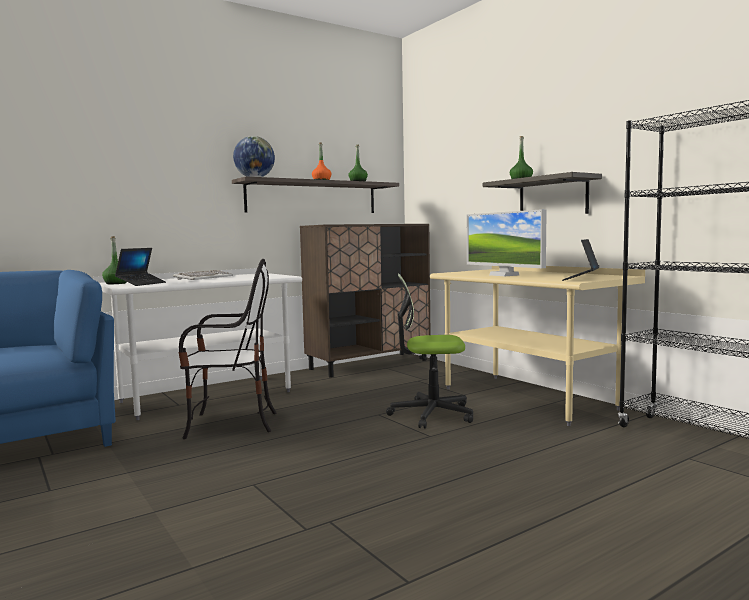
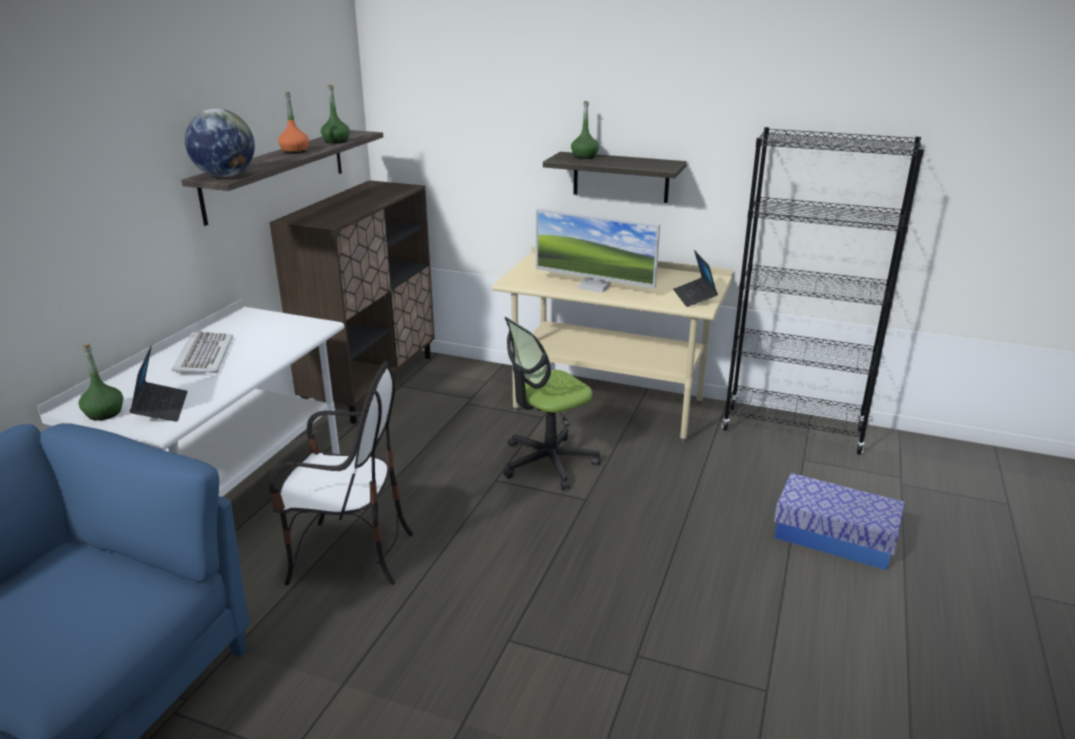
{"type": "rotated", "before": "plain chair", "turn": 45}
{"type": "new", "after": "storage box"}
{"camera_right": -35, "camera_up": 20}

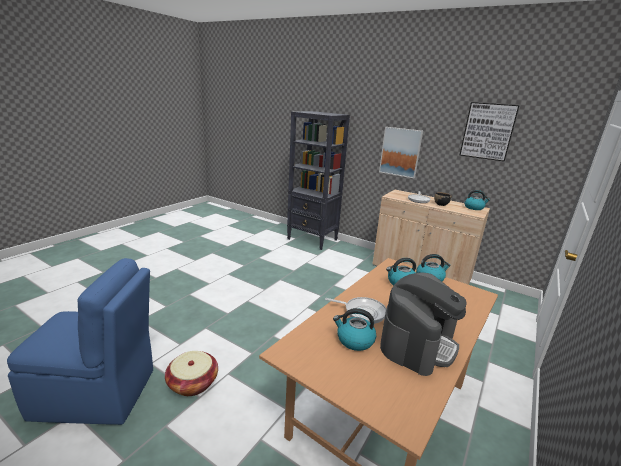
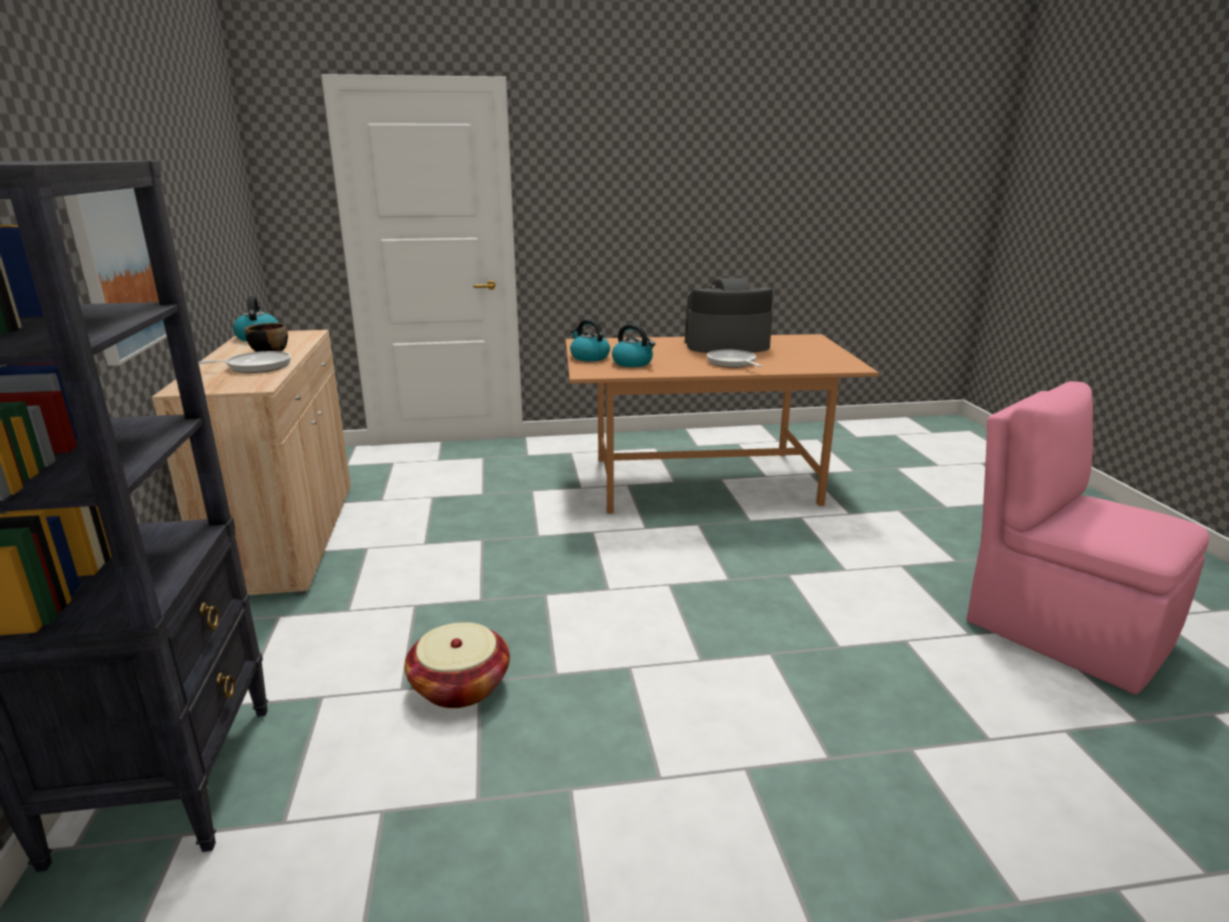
{"type": "shifted", "before": "household basket"}
{"type": "repainted", "before": "plain chair (blue-coloured)", "after": "plain chair (pink)"}
{"type": "gone", "before": "kettle (no. 1 from left)"}
{"type": "gone", "before": "picture (no. 2 from left)"}
{"camera_right": -130, "camera_up": 0}

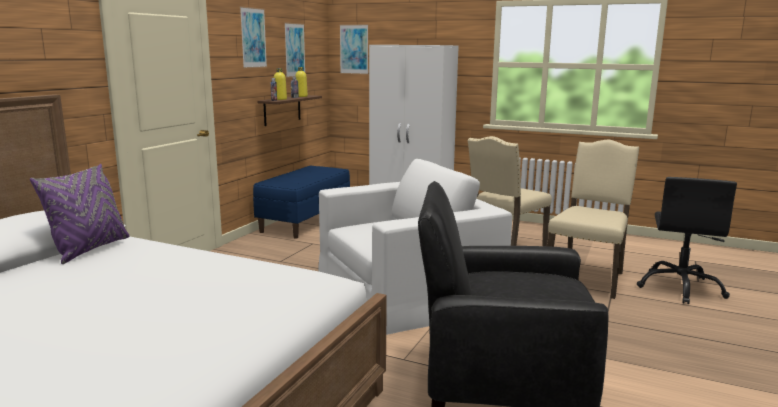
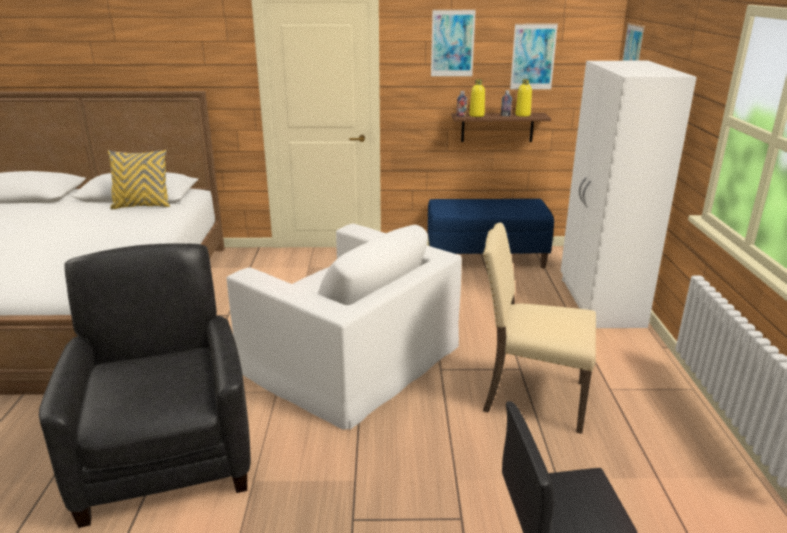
{"type": "repainted", "before": "throw pillow (purplish)", "after": "throw pillow (yellowish)"}
{"type": "gone", "before": "plain chair (beige-coloured) (no. 2 from left)"}
{"camera_right": 65, "camera_up": 10}

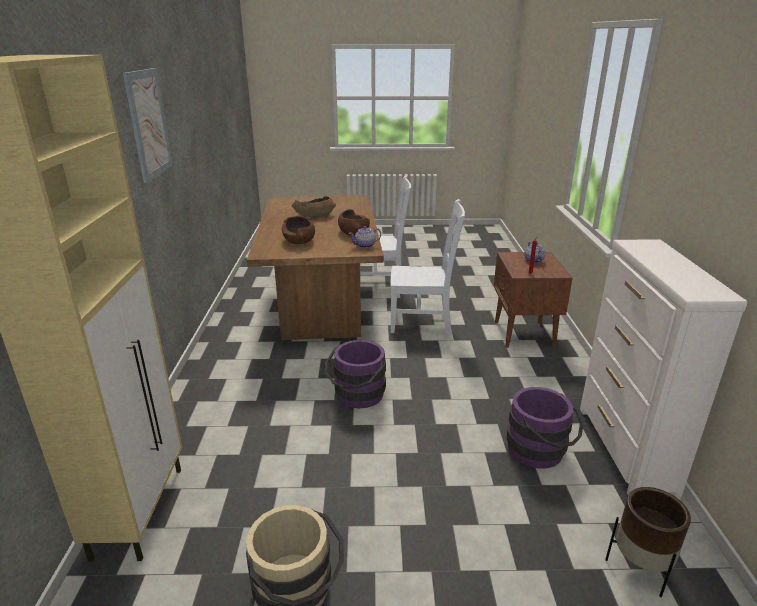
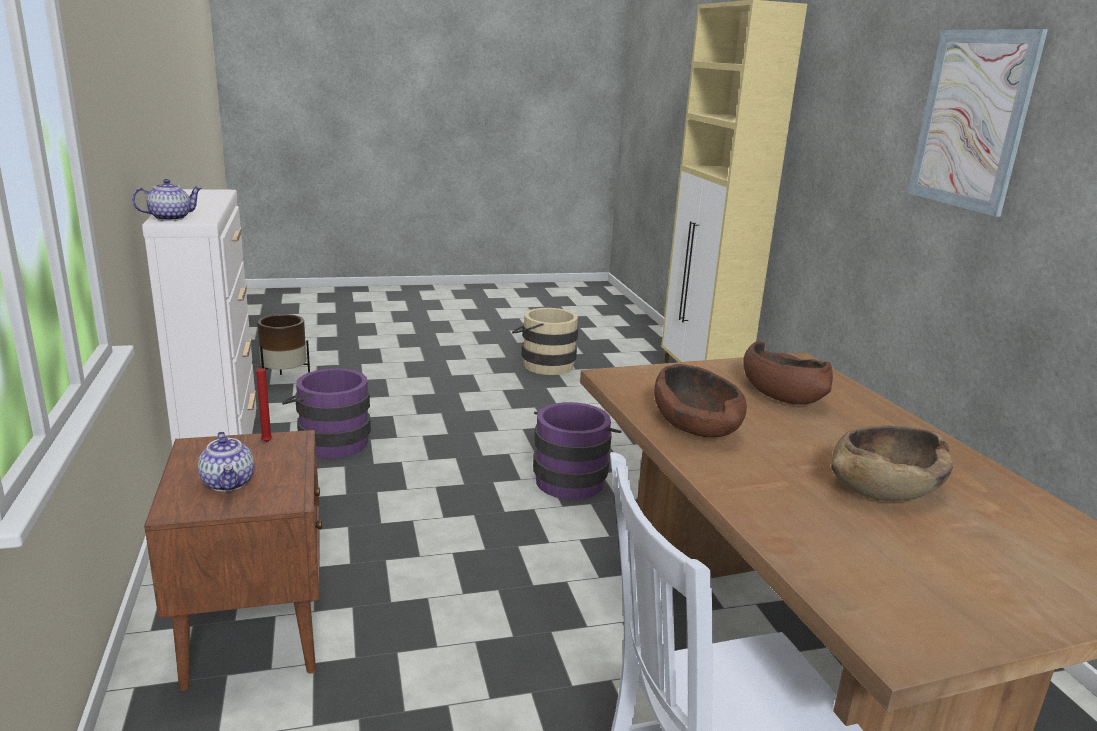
{"type": "shifted", "before": "pot for tea (no. 1 from left)"}
{"type": "gone", "before": "plain chair (white) (no. 2 from left)"}
{"camera_right": 165, "camera_up": -5}

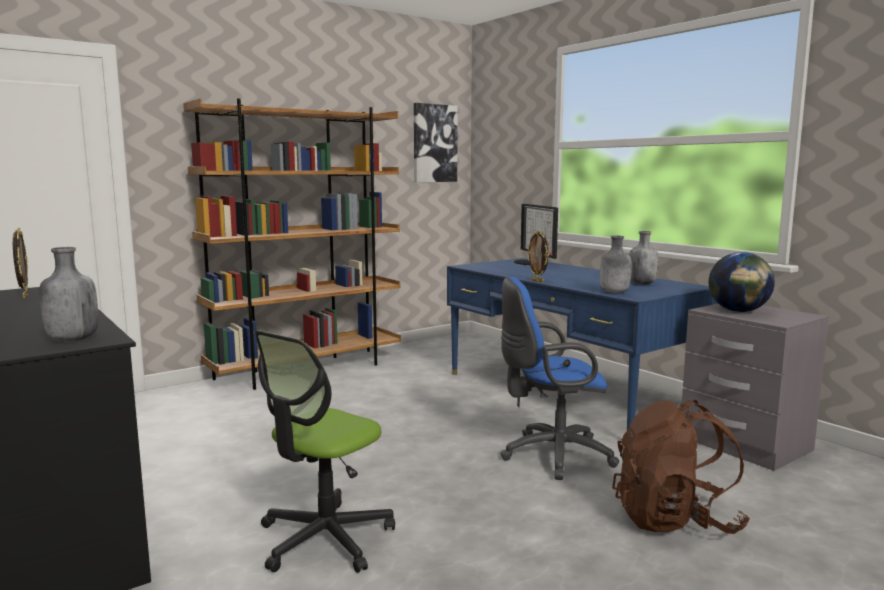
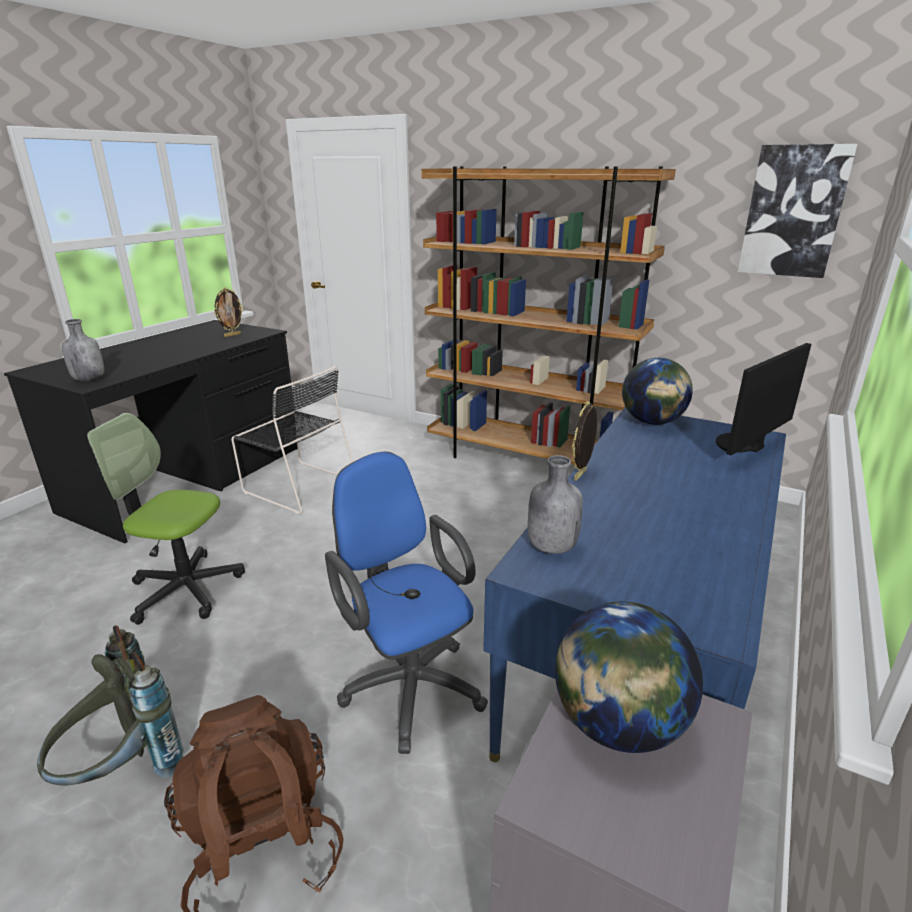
{"type": "new", "after": "rucksack (greyish)"}
{"type": "new", "after": "plain chair (black-coloured)"}
{"type": "new", "after": "world globe (no. 2 from left)"}
{"type": "gone", "before": "beverage bottle (greyish) (no. 3 from left)"}
{"camera_right": 65, "camera_up": 15}

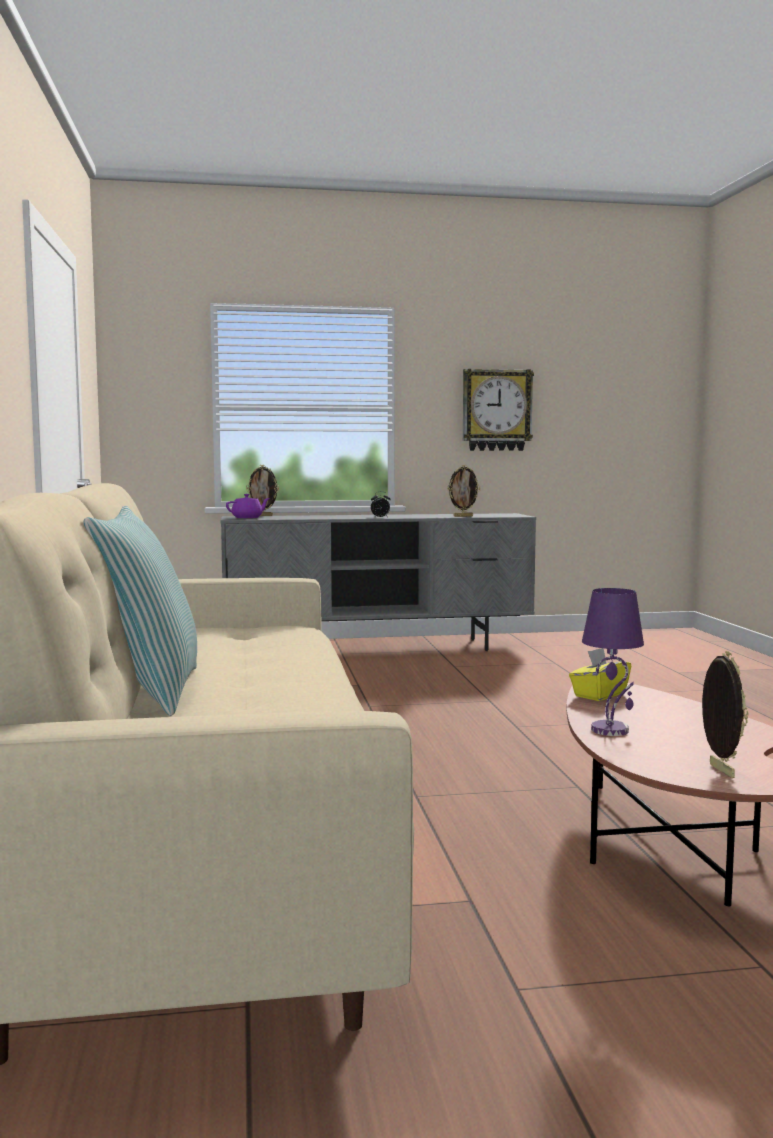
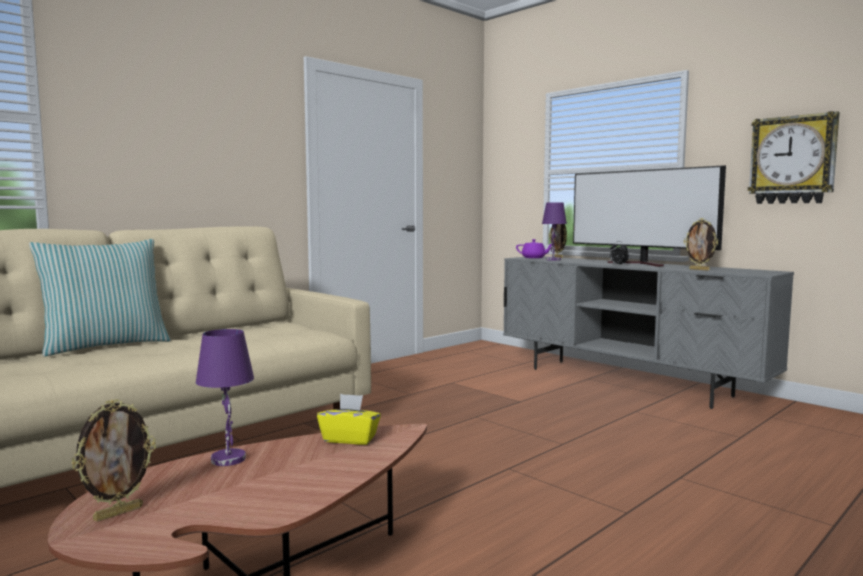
{"type": "new", "after": "table lamp (purplish) (no. 2 from left)"}
{"type": "new", "after": "TV set"}
{"camera_right": 55, "camera_up": 0}

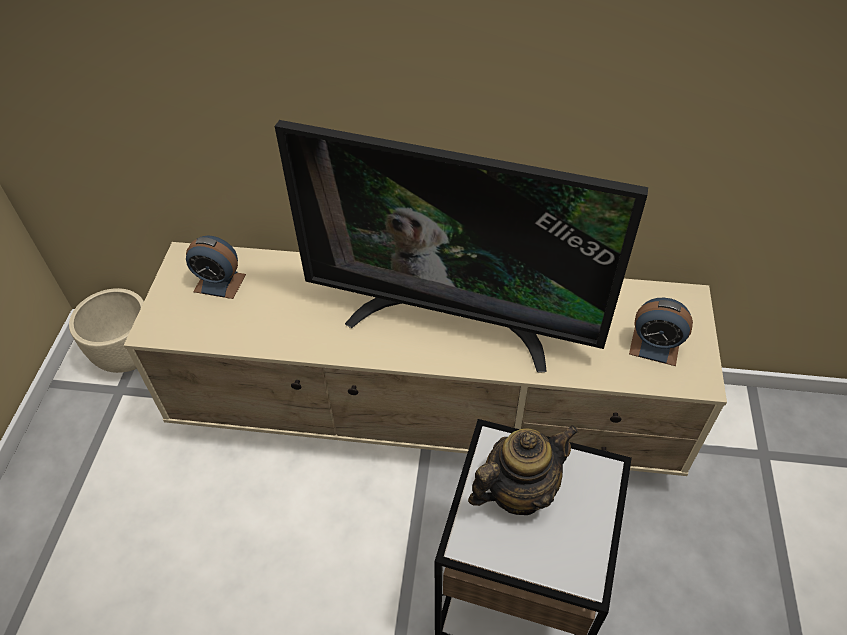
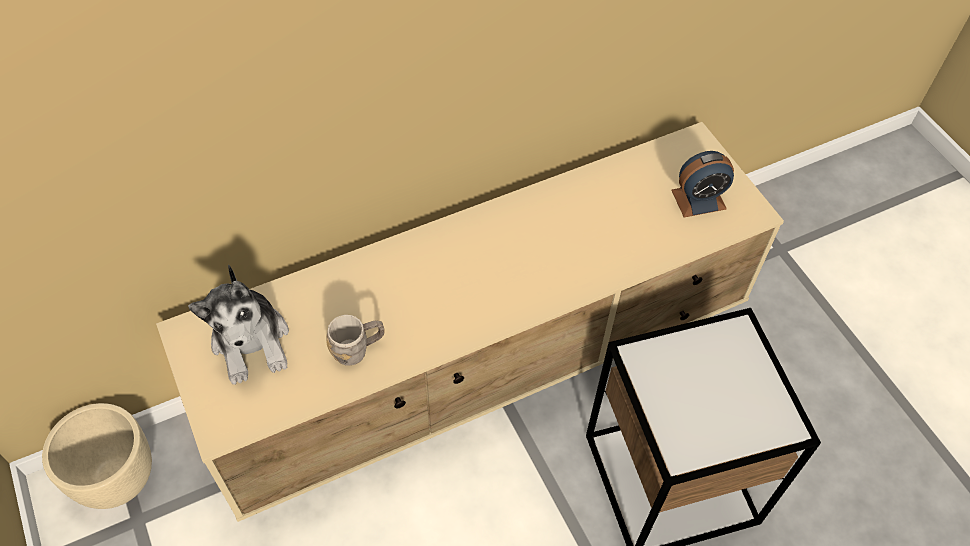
{"type": "swapped", "before": "bedside clock (no. 1 from left)", "after": "cuddly toy"}
{"type": "new", "after": "coffee mug (greyish)"}
{"type": "gone", "before": "TV set"}
{"type": "gone", "before": "pot for tea"}
{"camera_right": -35, "camera_up": 5}

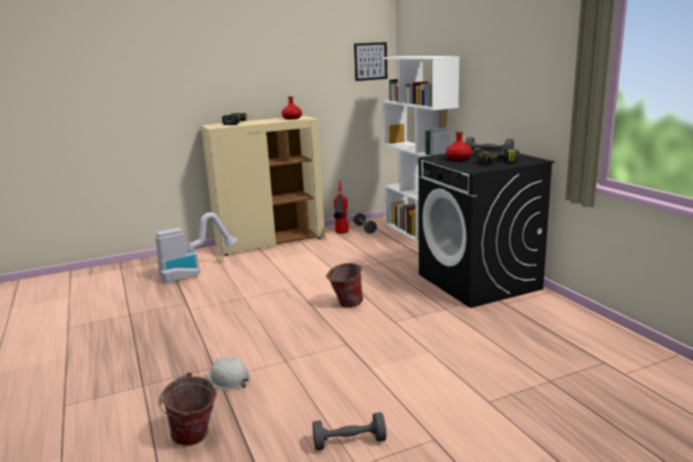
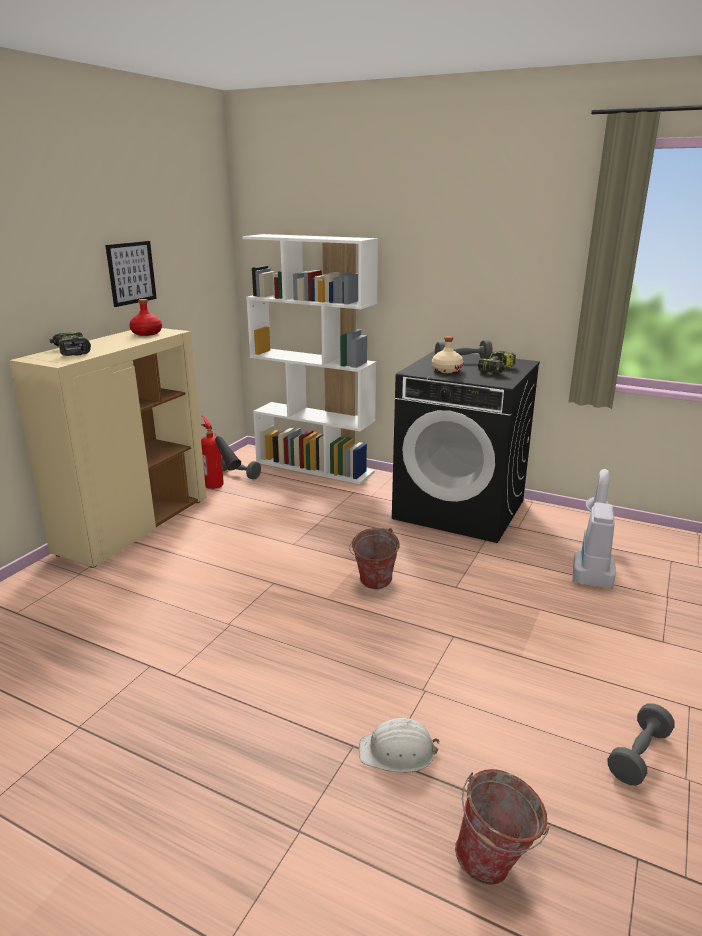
{"type": "shifted", "before": "picture"}
{"type": "repainted", "before": "beverage bottle (red-coloured) (no. 2 from left)", "after": "beverage bottle (beige-coloured)"}
{"type": "shifted", "before": "vacuum cleaner"}
{"camera_right": -40, "camera_up": 5}

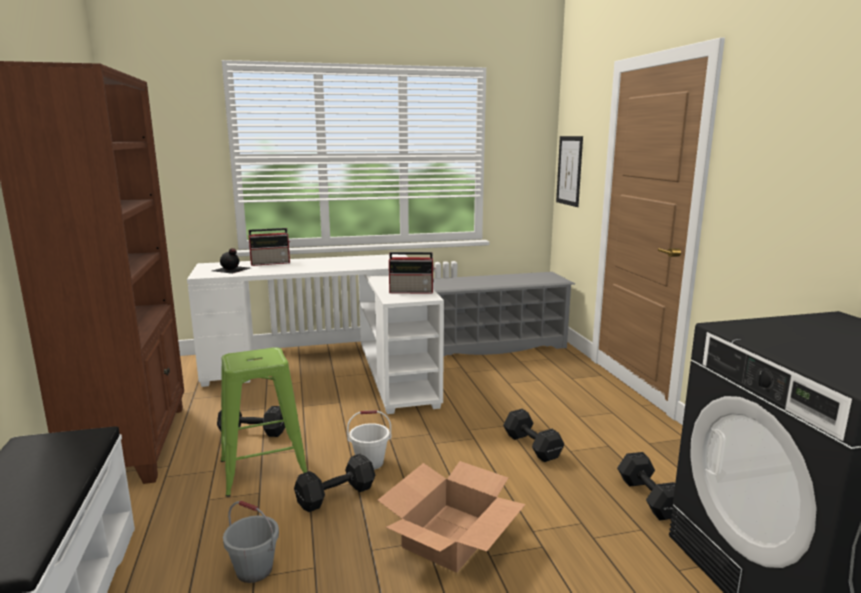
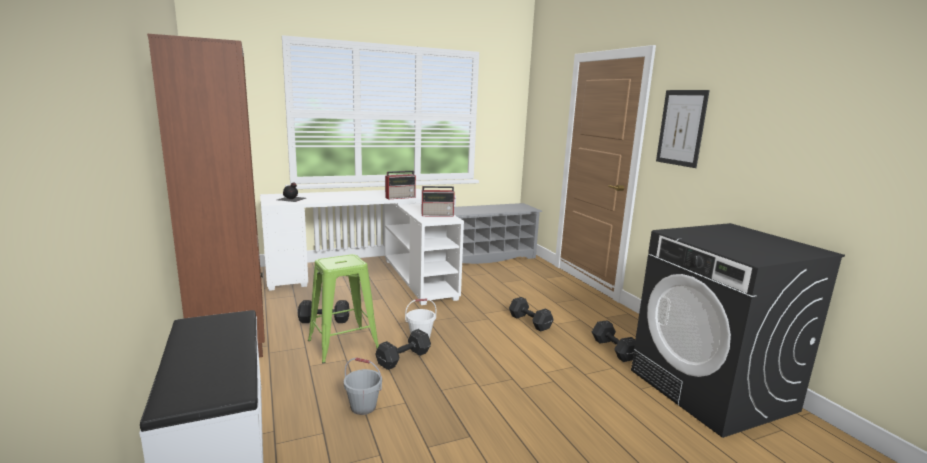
{"type": "shifted", "before": "radio receiver (no. 1 from left)"}
{"type": "shifted", "before": "picture"}
{"type": "gone", "before": "cardboard box"}
{"camera_right": -10, "camera_up": 0}

